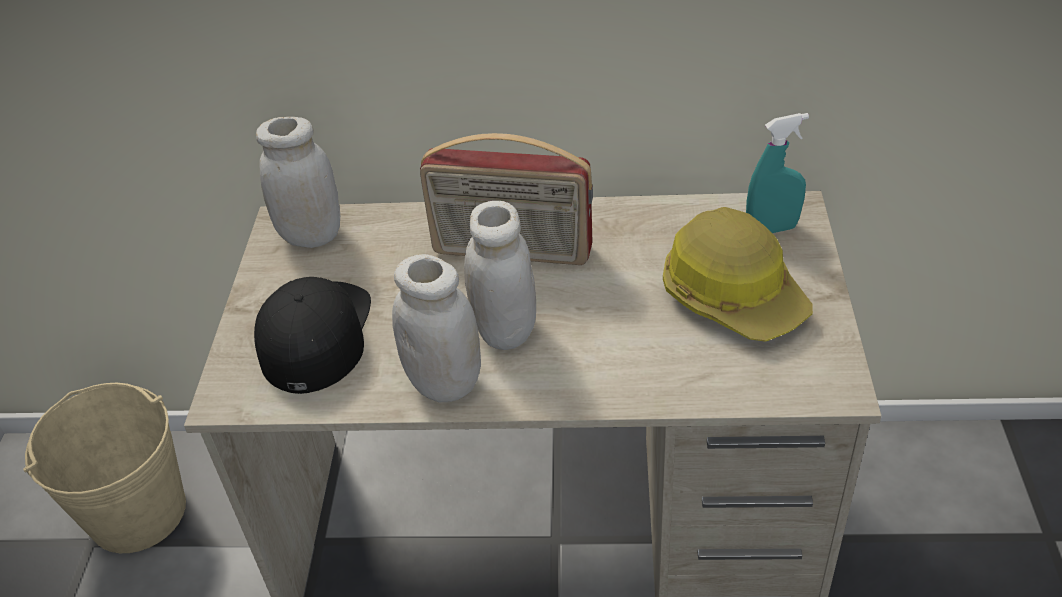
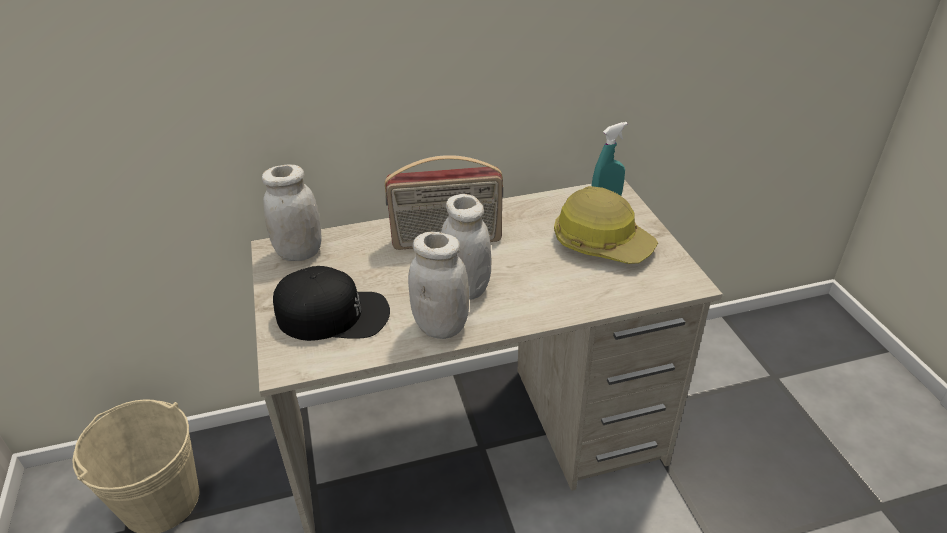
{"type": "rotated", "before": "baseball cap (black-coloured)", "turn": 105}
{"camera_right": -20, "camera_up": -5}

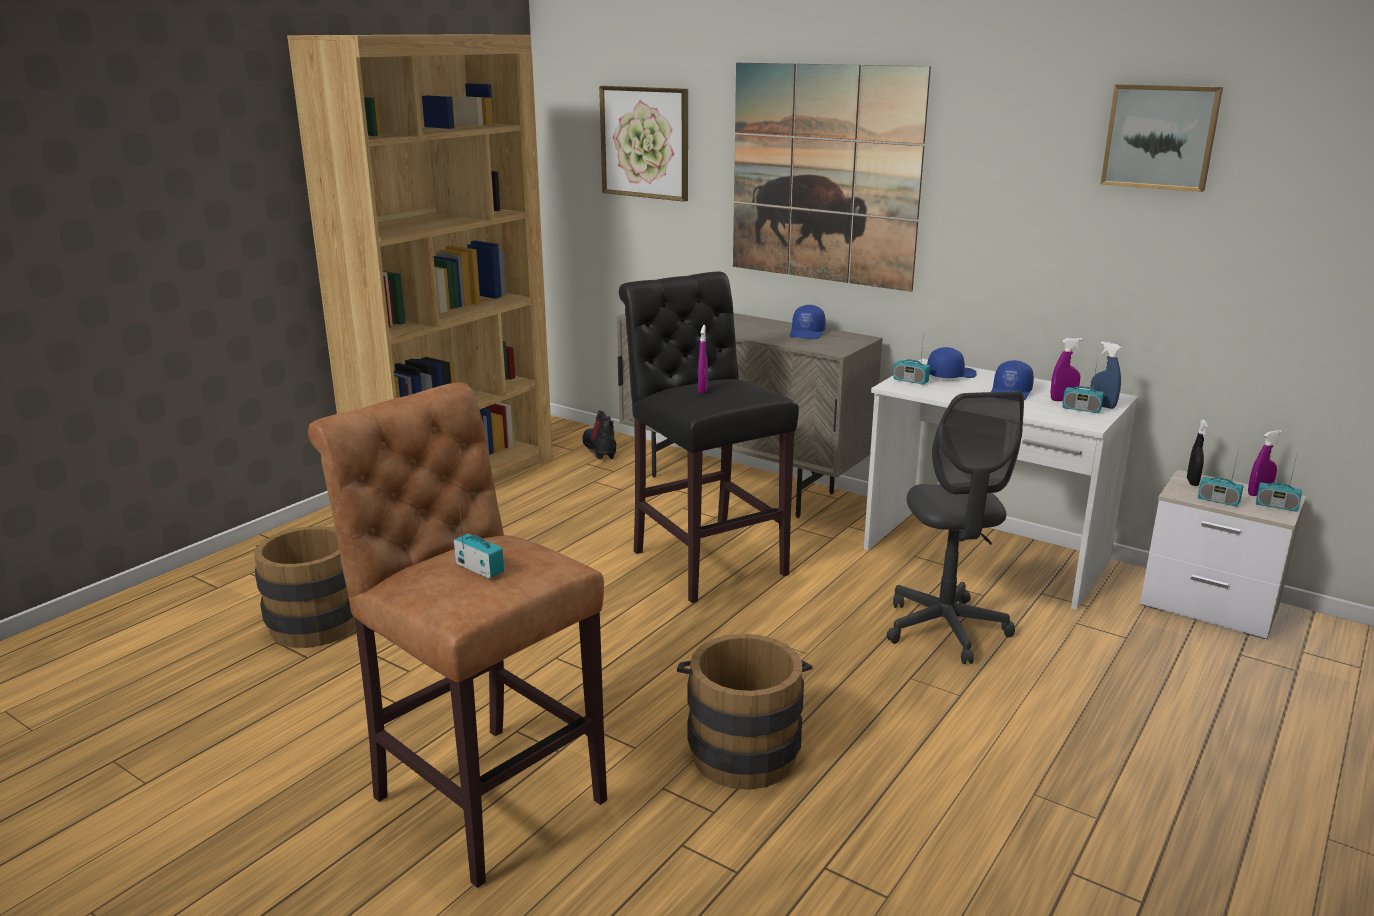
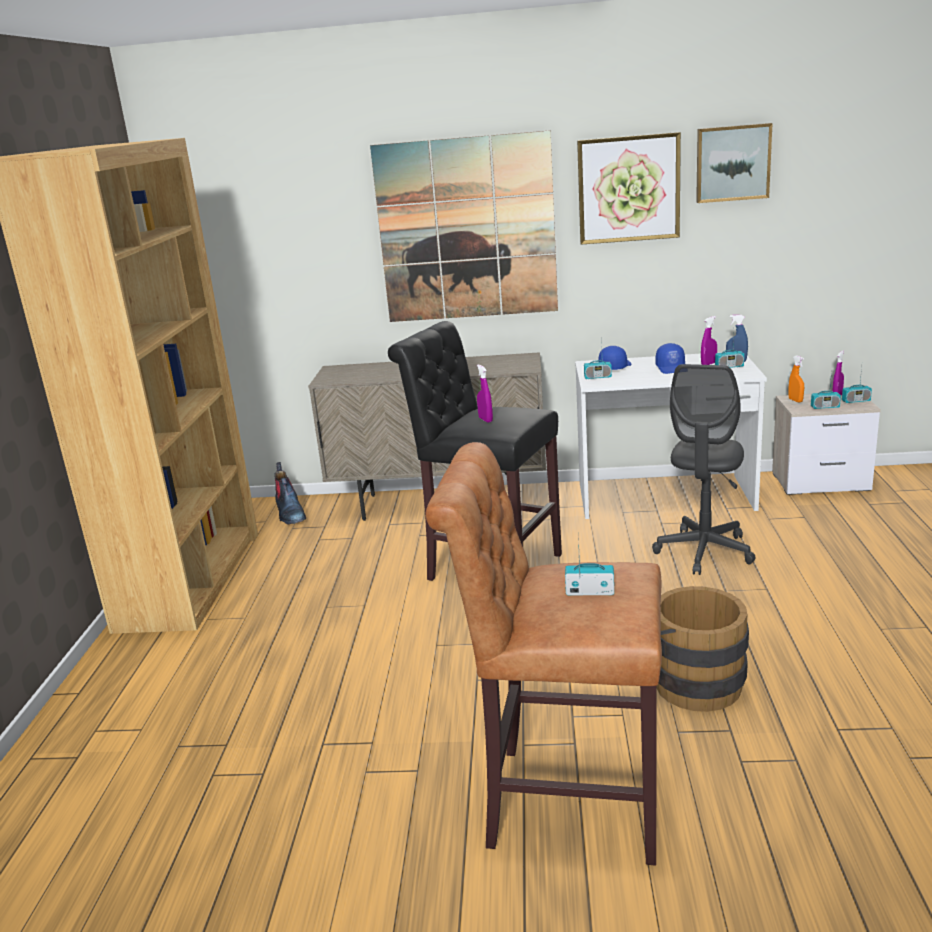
{"type": "rotated", "before": "tall boot", "turn": -150}
{"type": "shifted", "before": "picture (no. 1 from left in the first image)", "after": "picture (no. 2 from left)"}
{"type": "rotated", "before": "office chair (greyish)", "turn": 60}
{"type": "repainted", "before": "sprayer (black-coloured)", "after": "sprayer (orange-coloured)"}
{"type": "gone", "before": "pail (brown) (no. 1 from left)"}
{"type": "gone", "before": "baseball cap (blue-coloured) (no. 1 from left)"}
{"camera_right": -30, "camera_up": 0}

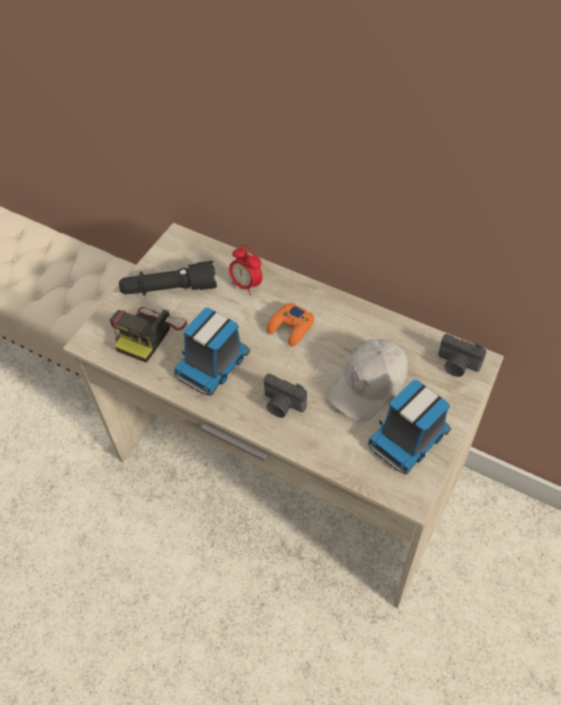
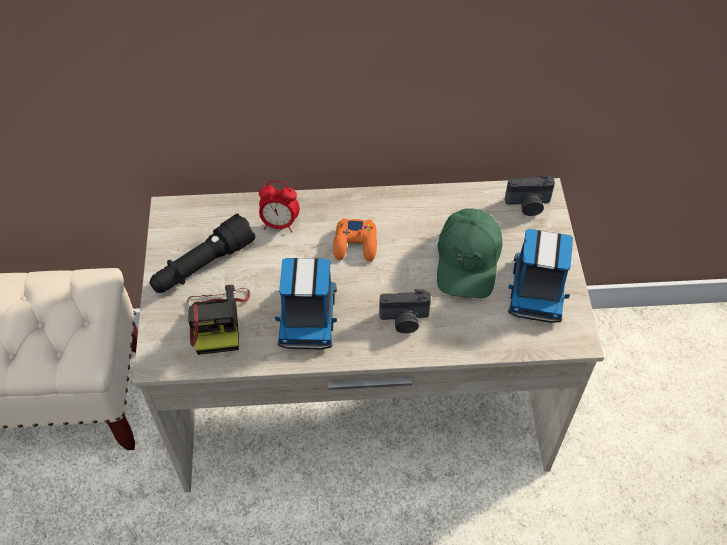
{"type": "repainted", "before": "baseball cap (white)", "after": "baseball cap (green)"}
{"camera_right": -35, "camera_up": 0}

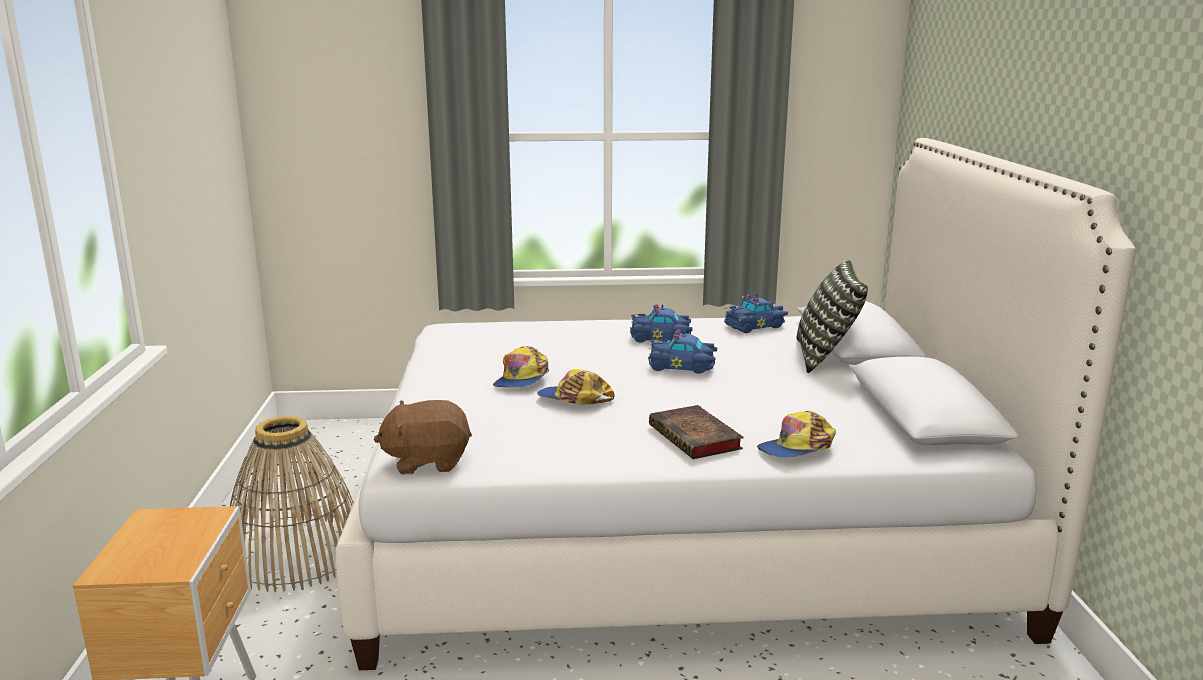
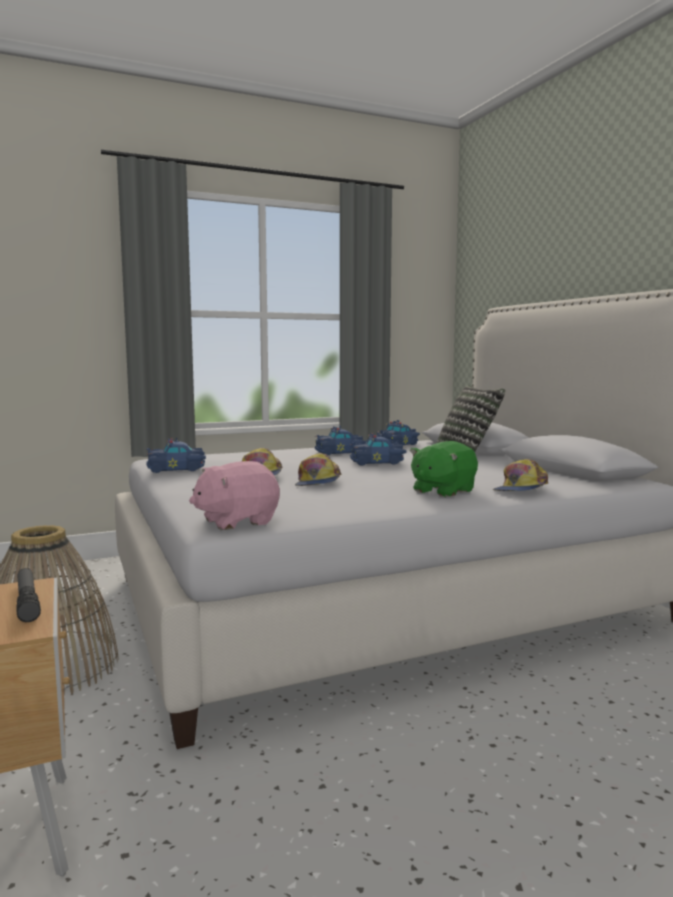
{"type": "new", "after": "flashlight"}
{"type": "new", "after": "miniature car (blue-coloured) (no. 1 from left)"}
{"type": "repainted", "before": "cuddly toy (brown)", "after": "cuddly toy (pink)"}
{"type": "rotated", "before": "baseball cap (no. 2 from left)", "turn": -90}
{"type": "swapped", "before": "book", "after": "cuddly toy (green)"}
{"camera_right": -20, "camera_up": -10}

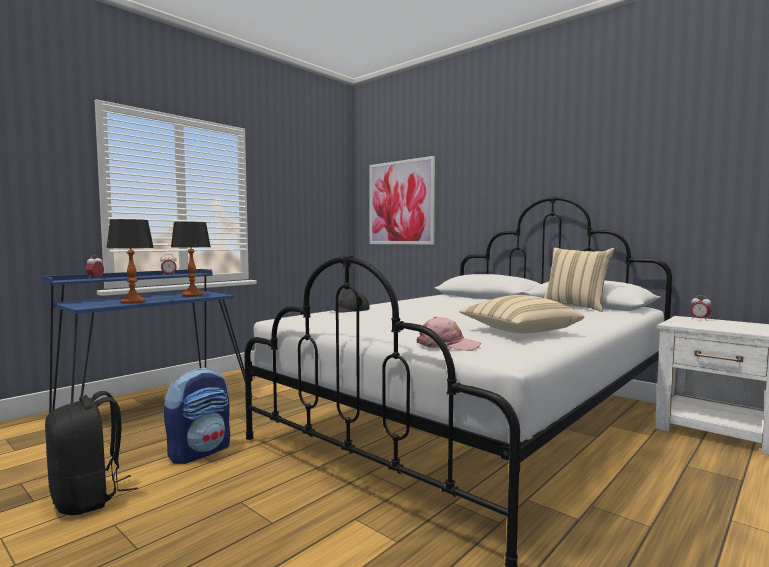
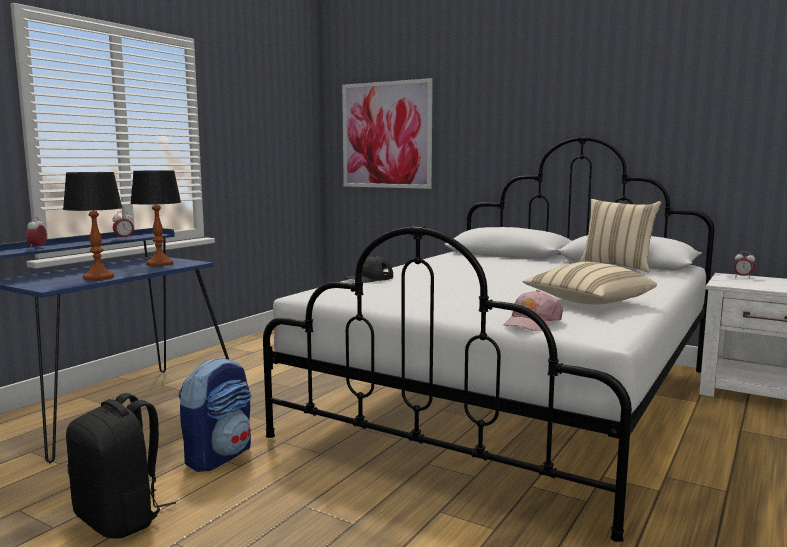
{"type": "rotated", "before": "baseball cap (pink)", "turn": 120}
{"camera_right": -10, "camera_up": 5}

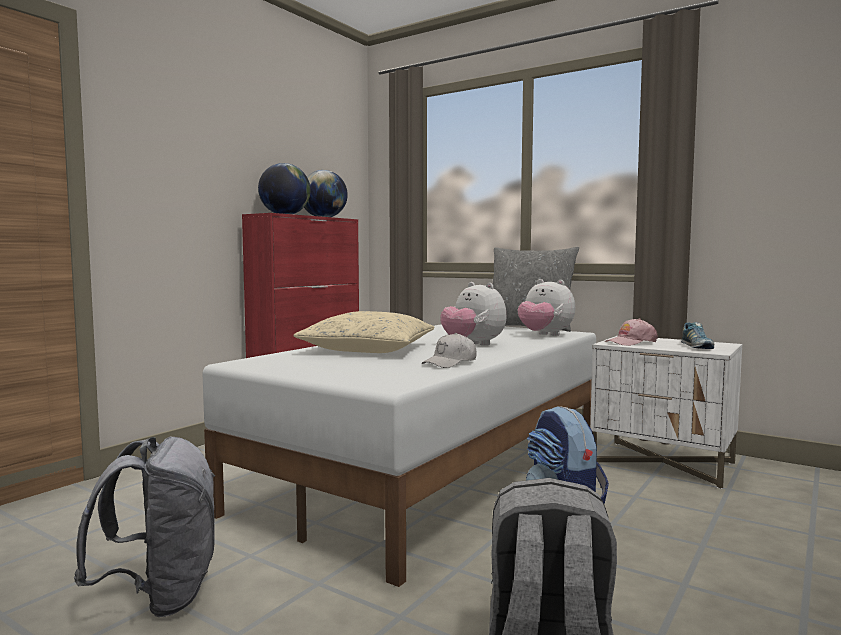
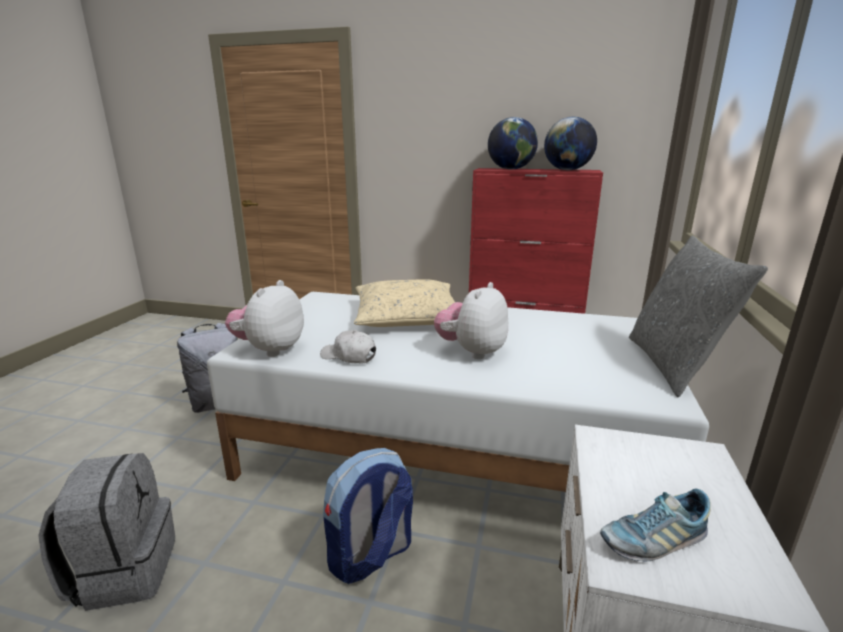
{"type": "shifted", "before": "cuddly toy (no. 2 from left in the first image)", "after": "cuddly toy (no. 1 from left)"}
{"type": "gone", "before": "baseball cap (pink)"}
{"camera_right": 70, "camera_up": 15}

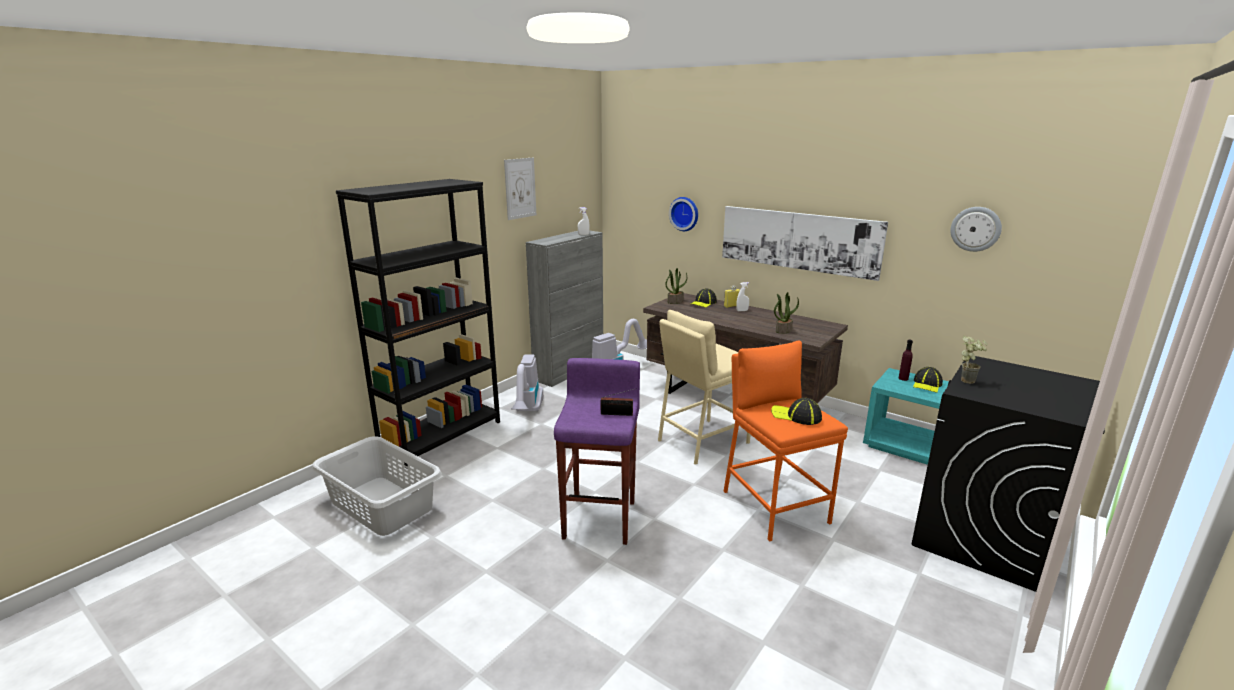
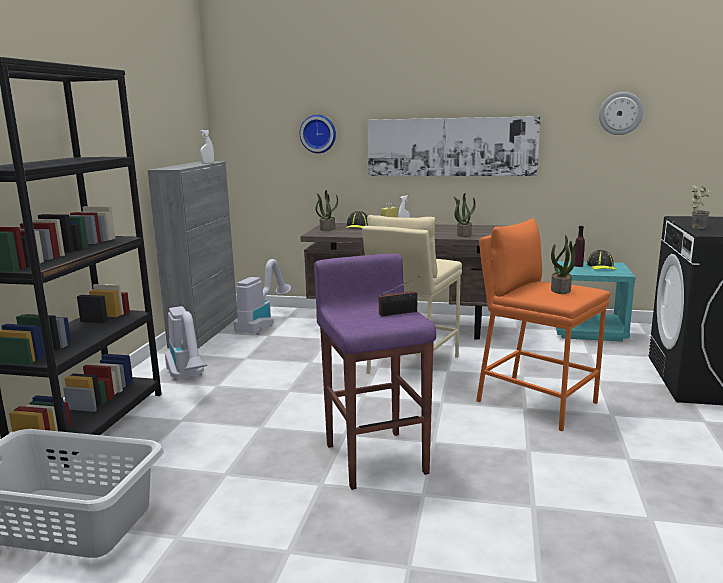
{"type": "swapped", "before": "baseball cap (no. 2 from left)", "after": "plant in a pot (no. 3 from left)"}
{"type": "gone", "before": "picture (no. 1 from left)"}
{"camera_right": -25, "camera_up": -5}

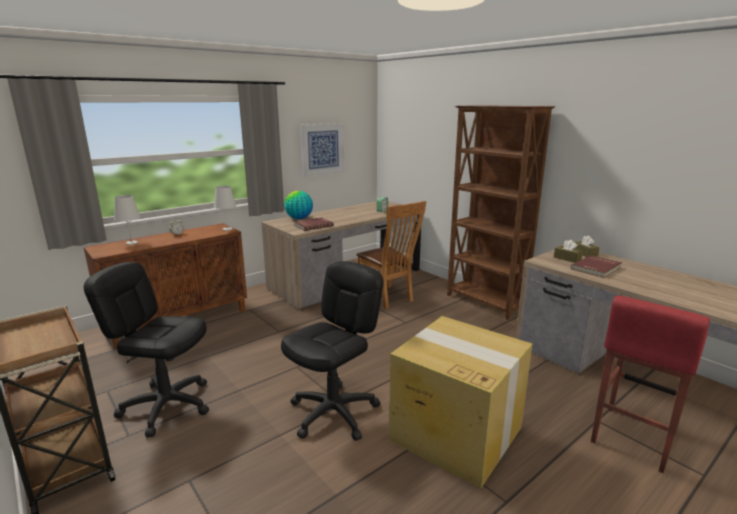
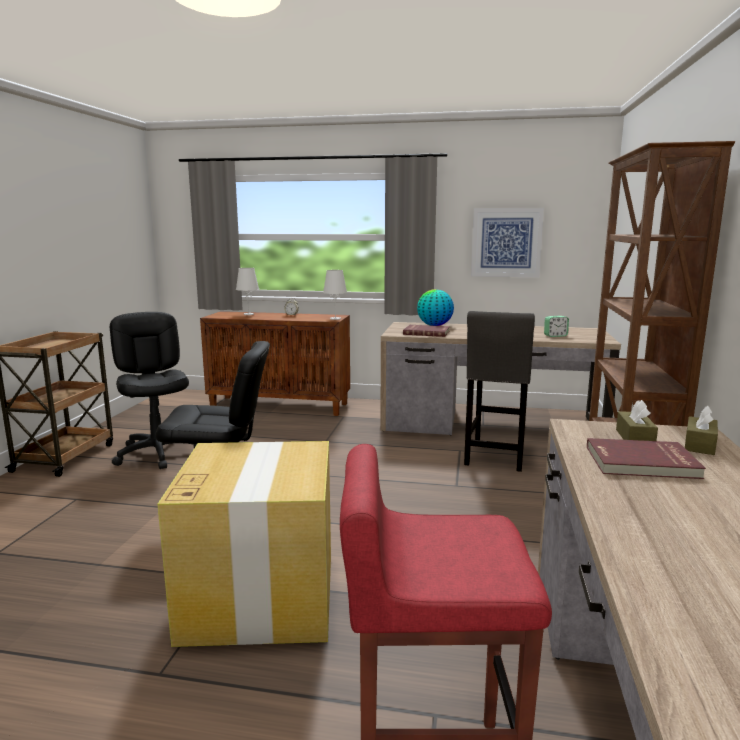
{"type": "swapped", "before": "plain chair (brown)", "after": "stool seat (greyish)"}
{"camera_right": 50, "camera_up": -5}

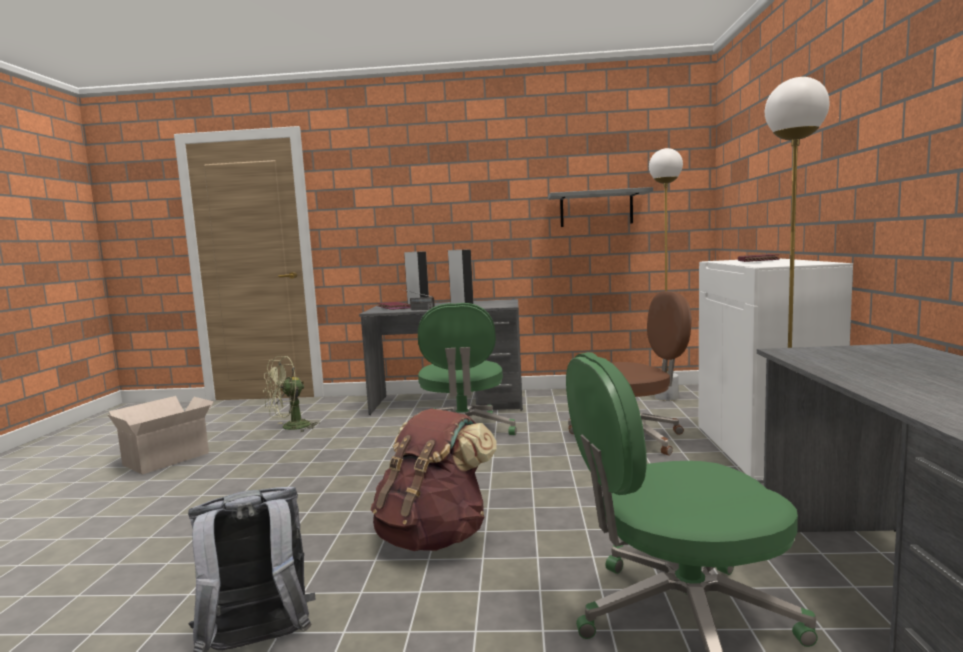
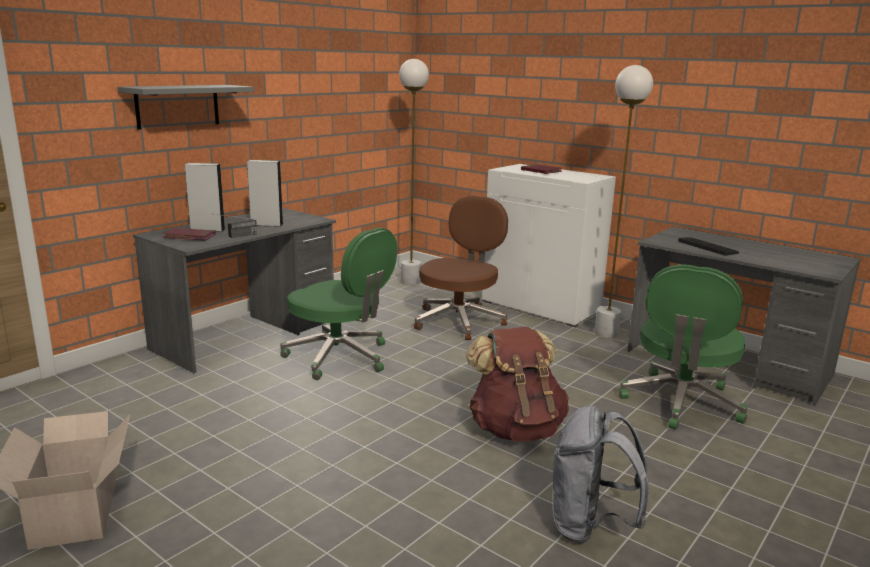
{"type": "shifted", "before": "wall shelf (greyish)"}
{"type": "new", "after": "computer keyboard"}
{"type": "gone", "before": "fan (green)"}
{"camera_right": -55, "camera_up": 10}

